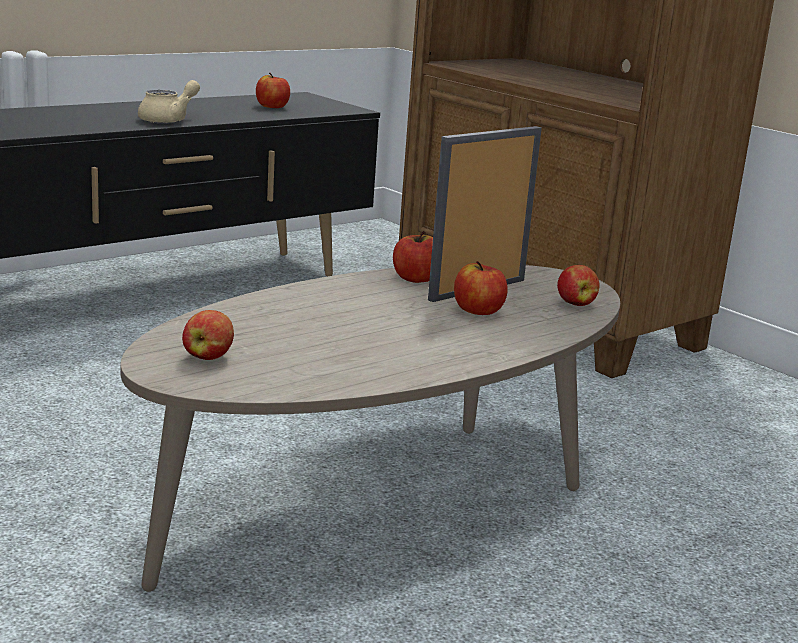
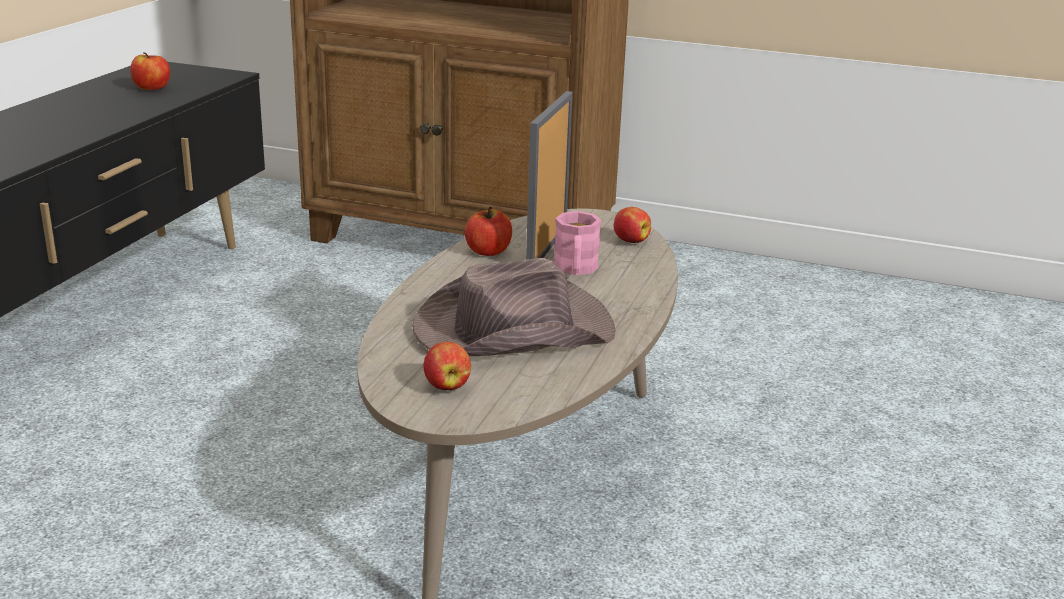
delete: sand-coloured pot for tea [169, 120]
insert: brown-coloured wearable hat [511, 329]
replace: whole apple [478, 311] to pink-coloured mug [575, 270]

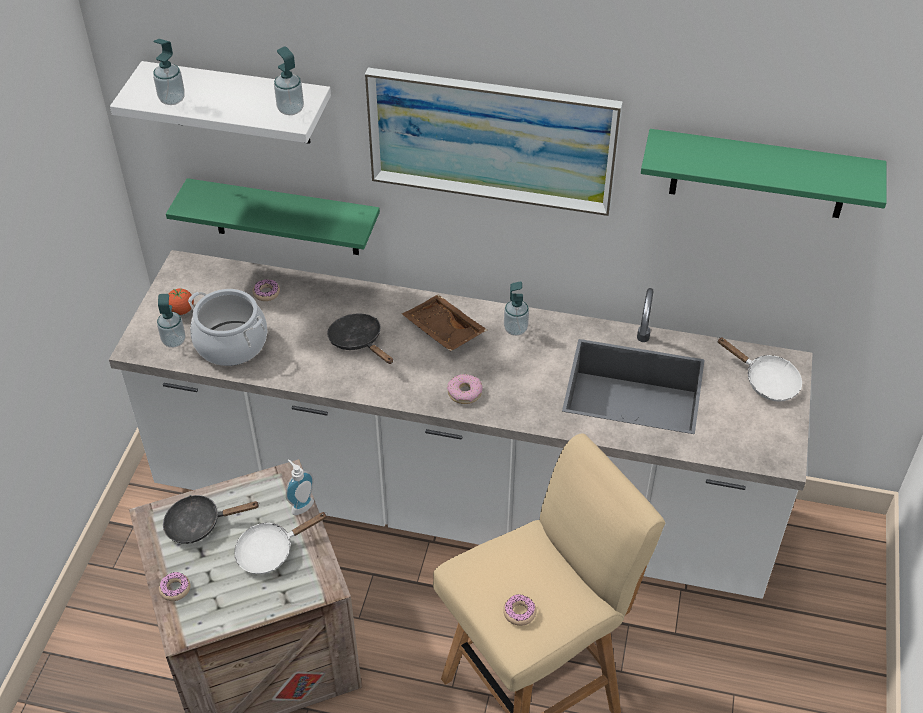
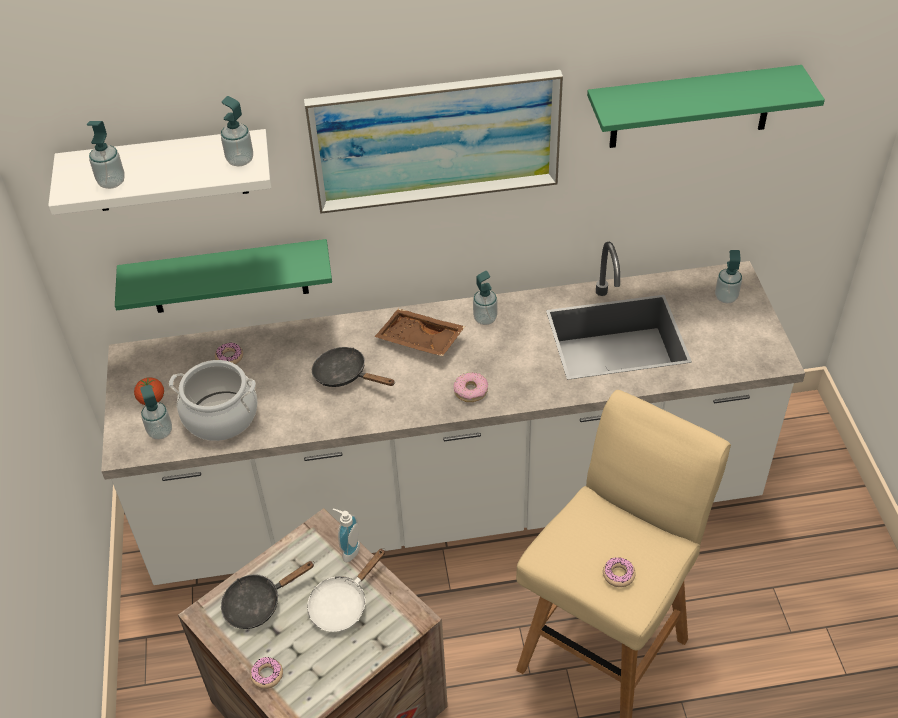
replace: whitish skillet [766, 381] to liquid soap bottle [726, 297]

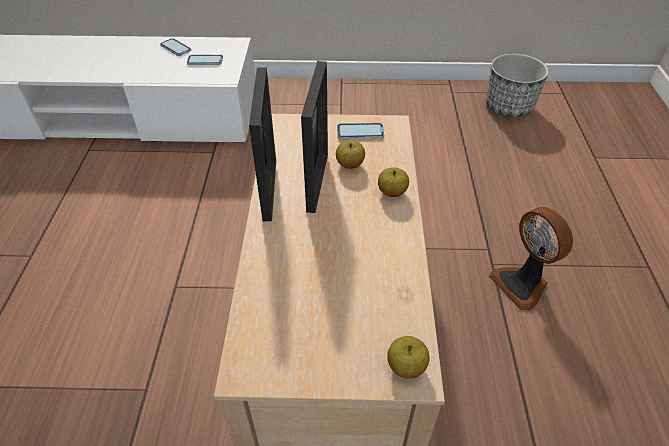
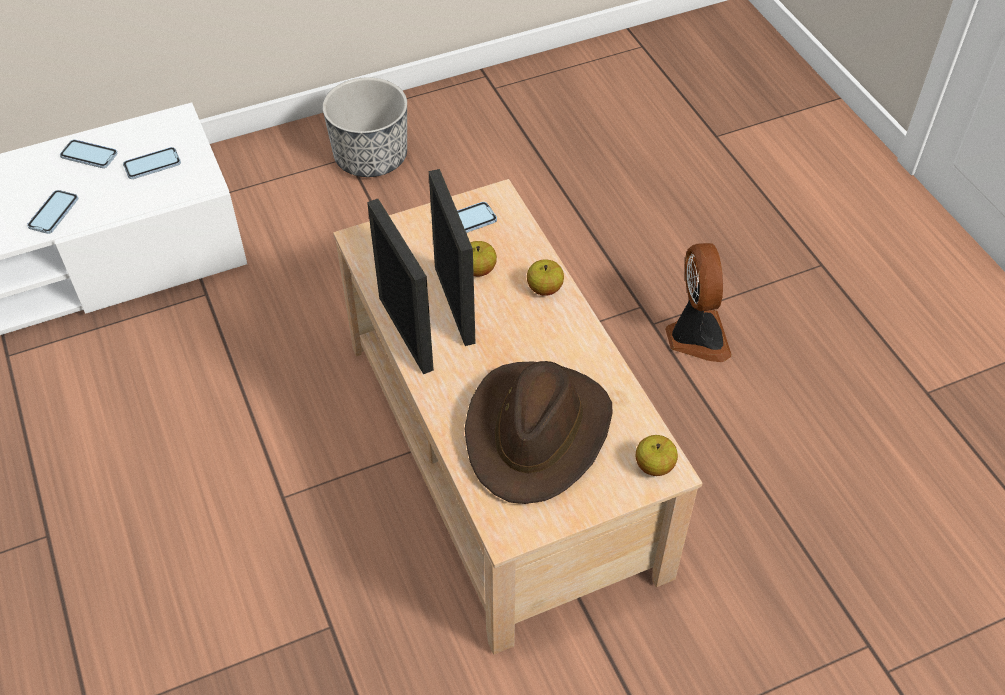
insert: telephone [53, 213]; brown-coloured wearable hat [537, 432]
move: flower pot [508, 107] to [370, 157]
rotate: electric fan [522, 284] = [695, 336] 135 degrees counterclockwise

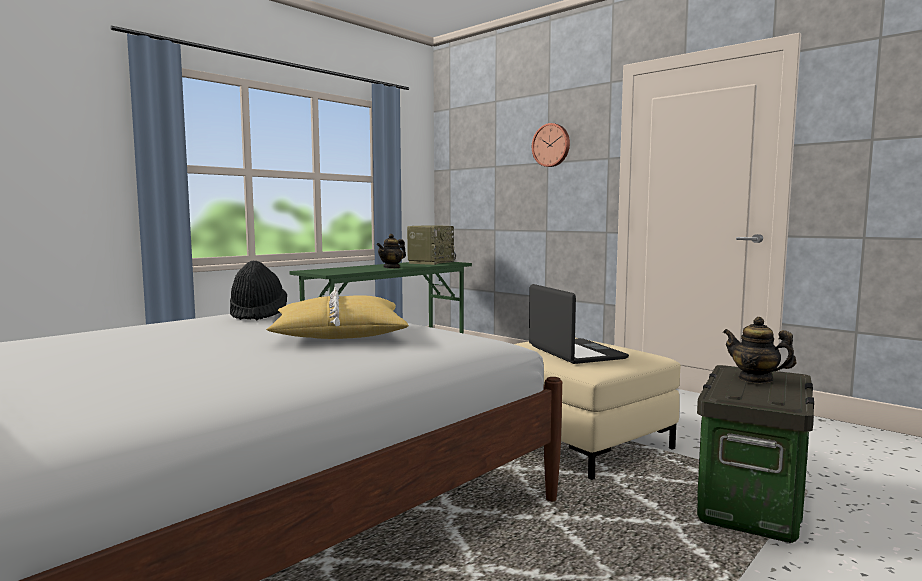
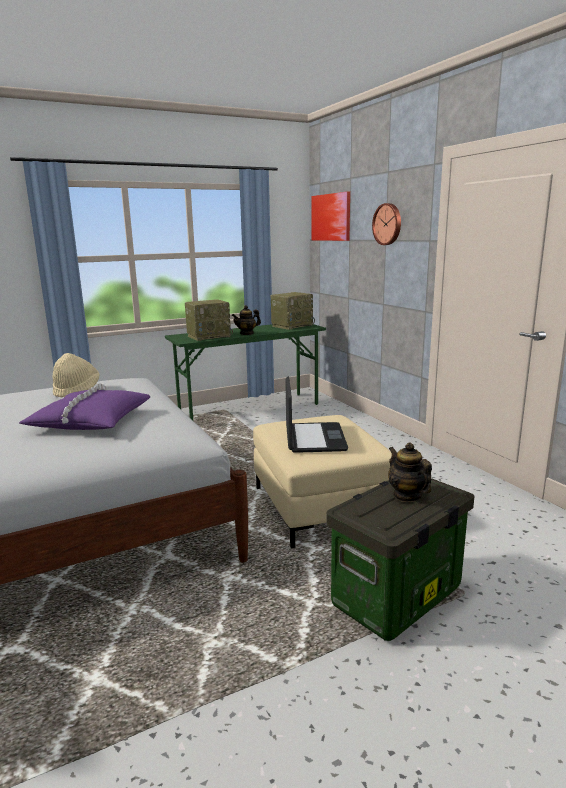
insert: radio [209, 336]; wall picture [331, 217]
recolor: yellow cushion [339, 333] to purple cushion [90, 421]; black wearable hat [258, 315] to sand-coloured wearable hat [77, 391]

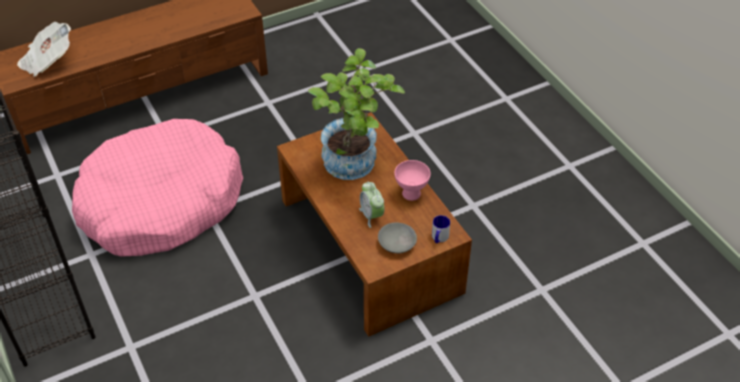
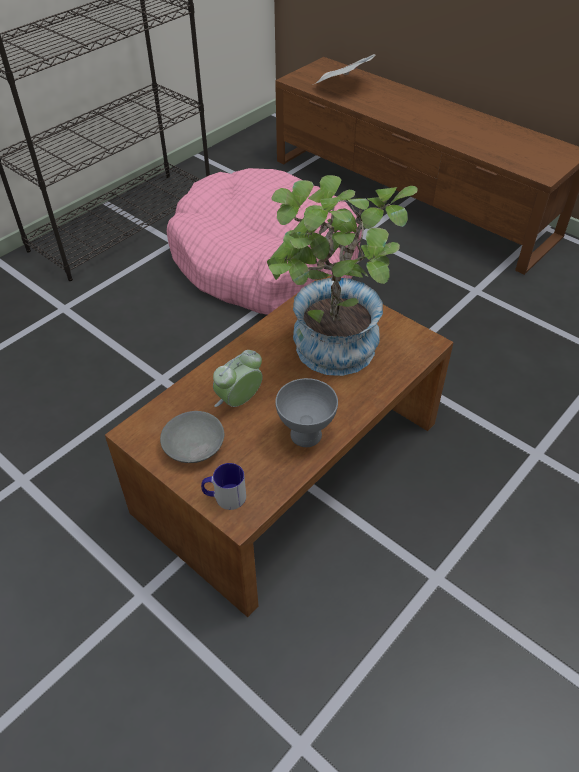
recolor: pink-coloured bowl [412, 194] to gray bowl [306, 436]

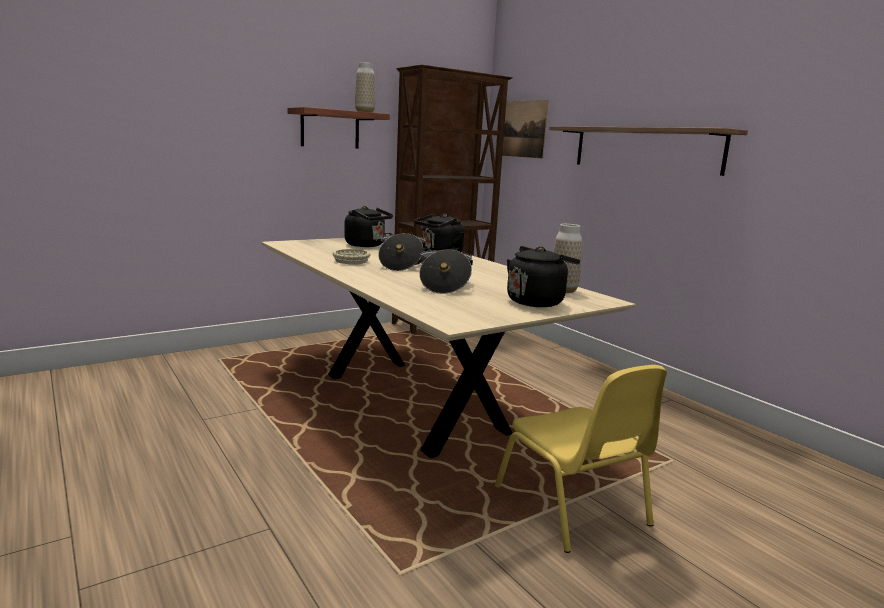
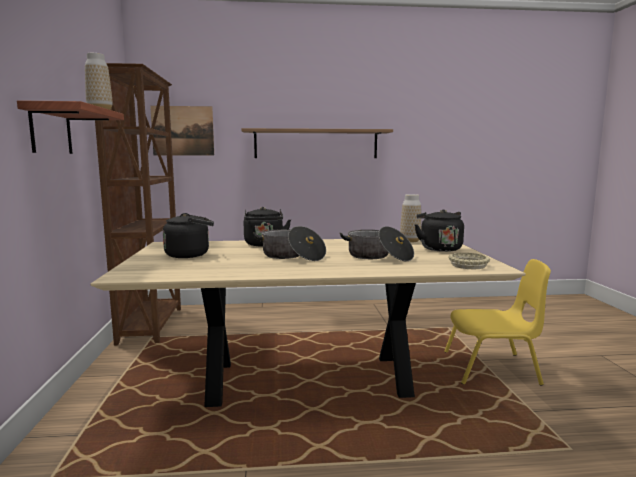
move: sand-coloured bowl [351, 261] to [468, 265]

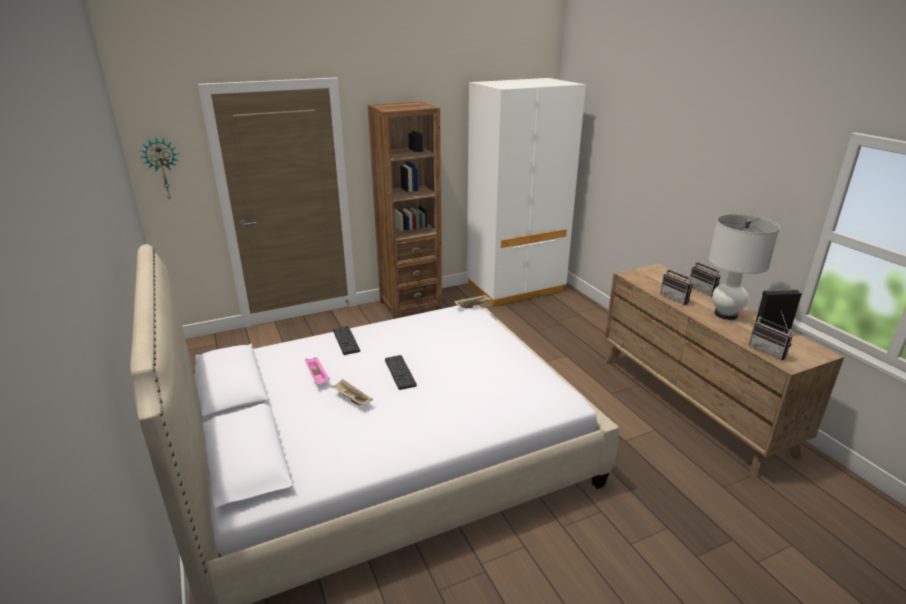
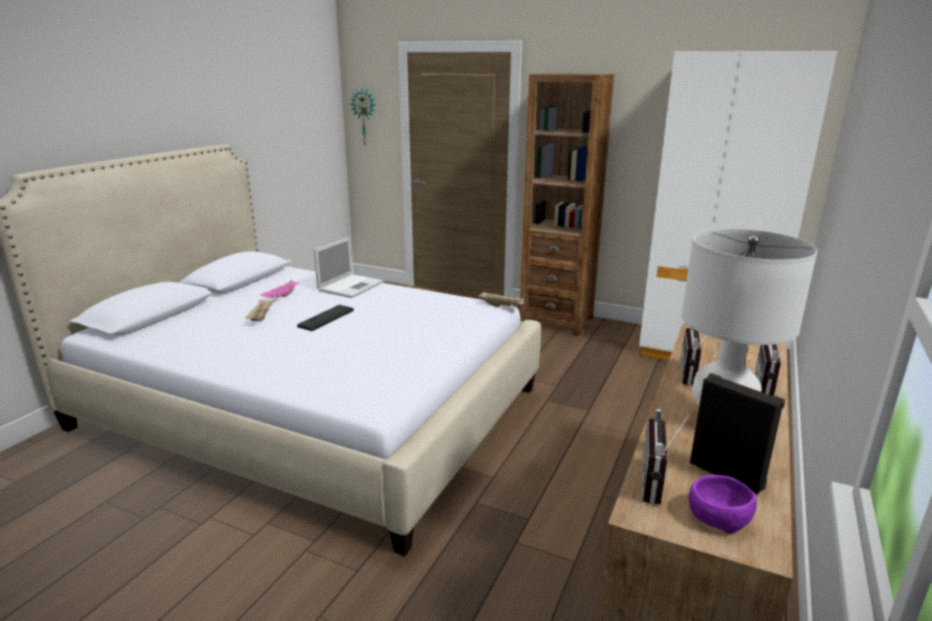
insert: purple bowl [716, 517]
replace: keyboard [346, 340] to notebook computer [351, 286]

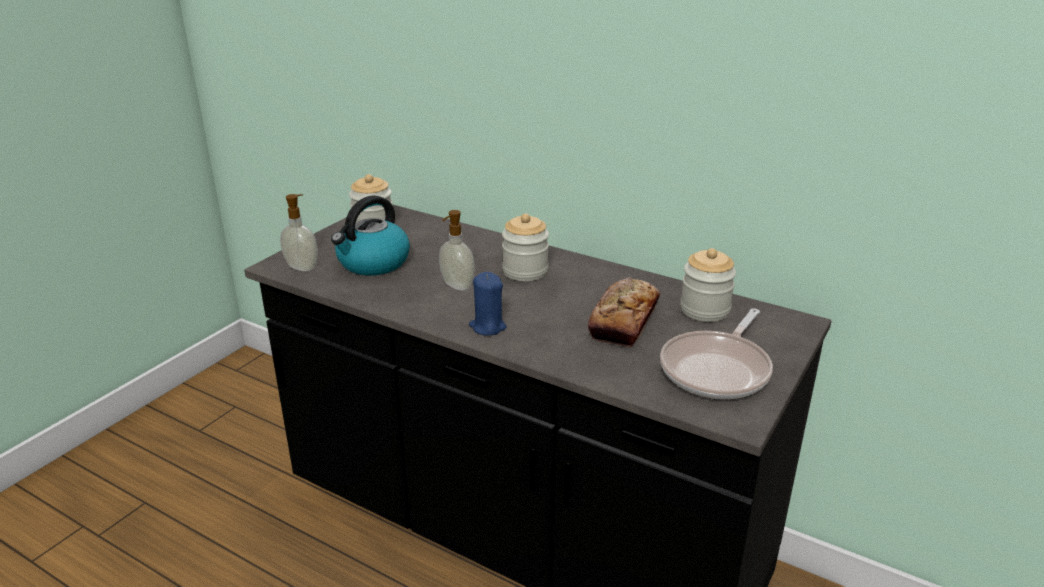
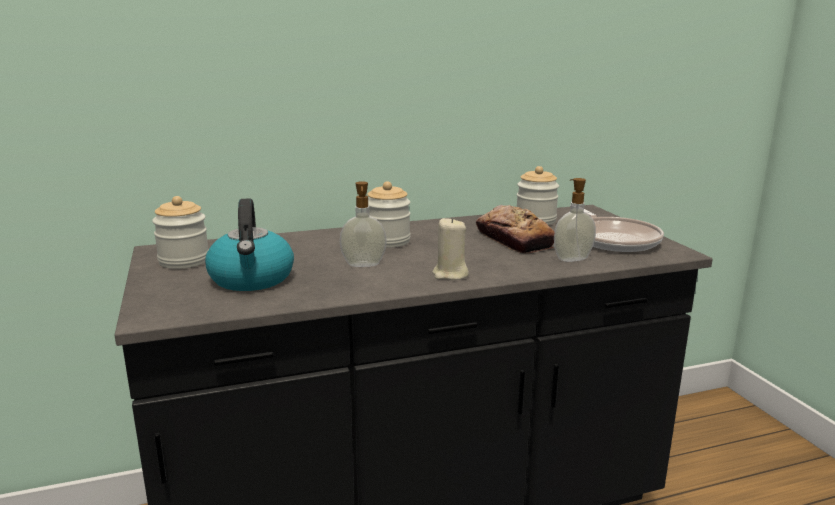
move: liquid soap bottle [302, 267] to [571, 258]
recolor: bluish wax candle [487, 327] to sand-coloured wax candle [450, 274]

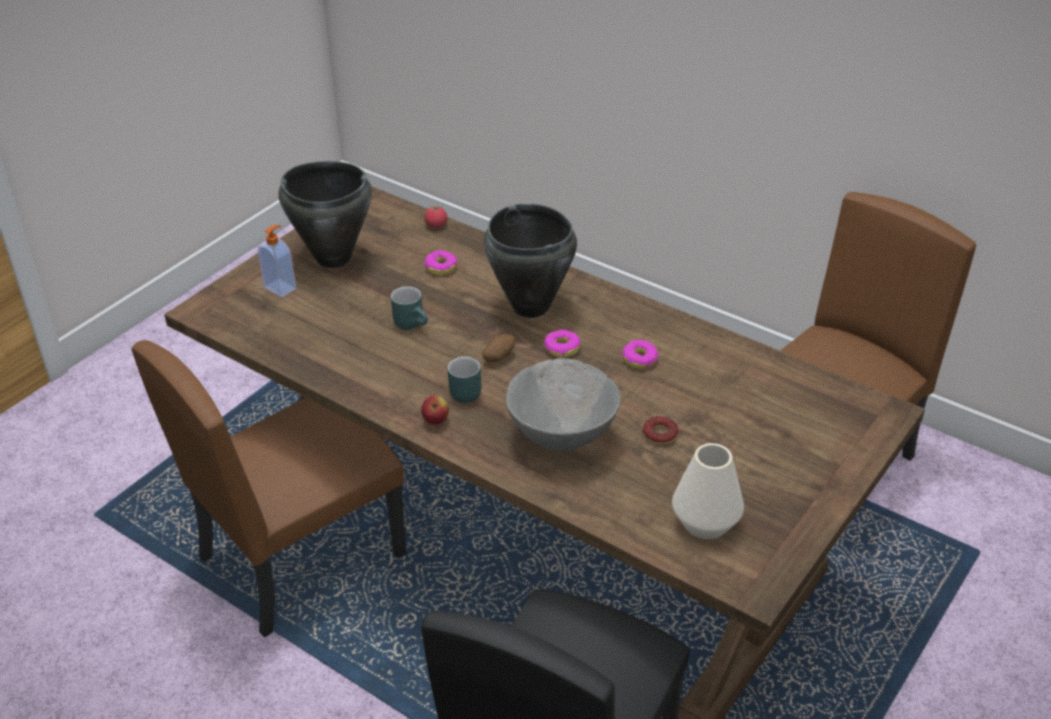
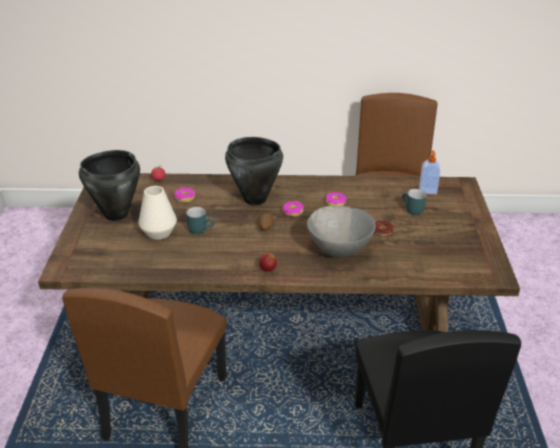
move: whitish flower vase [705, 523] to [159, 233]; blue-green mug [462, 391] to [411, 210]; liquid soap bottle [281, 287] to [427, 190]

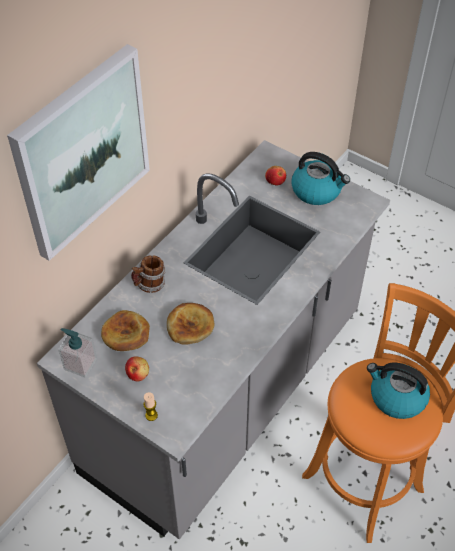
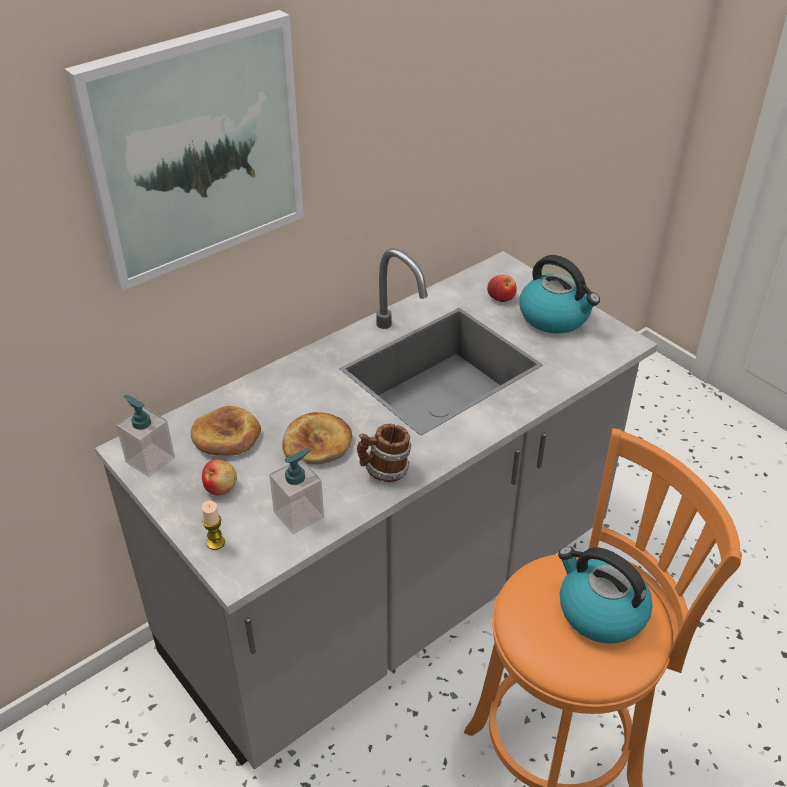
insert: liquid soap bottle [299, 514]
move: mug [149, 285] to [384, 471]

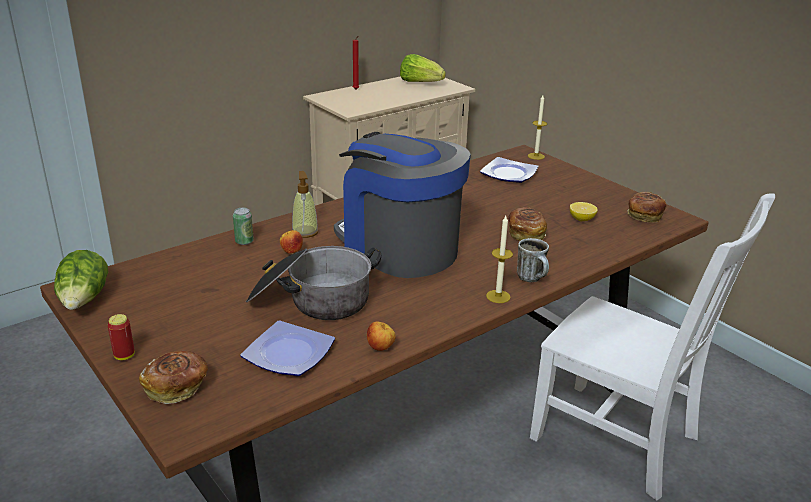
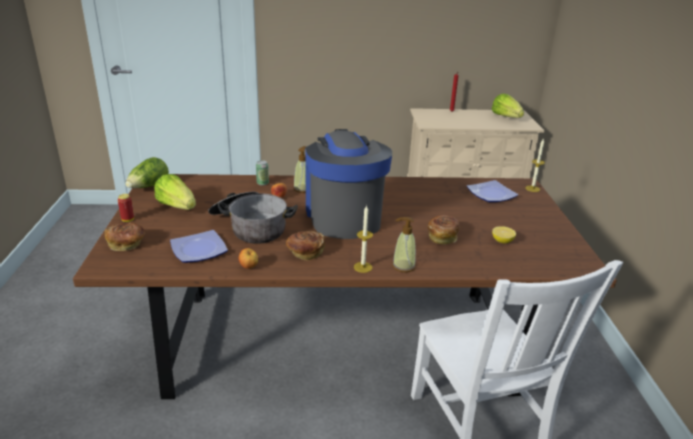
insert: lettuce head [177, 206]
move: bakery bread [644, 216] to [305, 253]
replace: mug [533, 279] to liquid soap bottle [403, 266]

